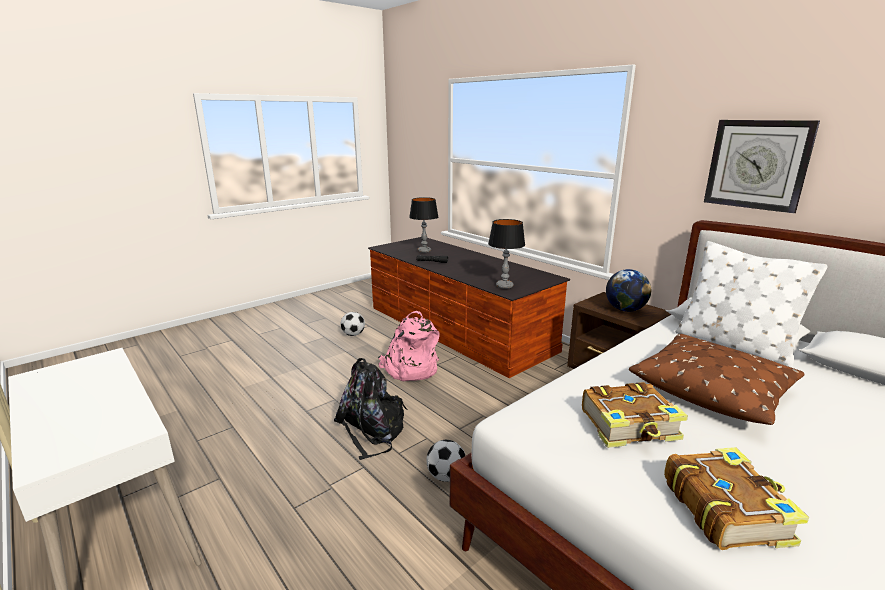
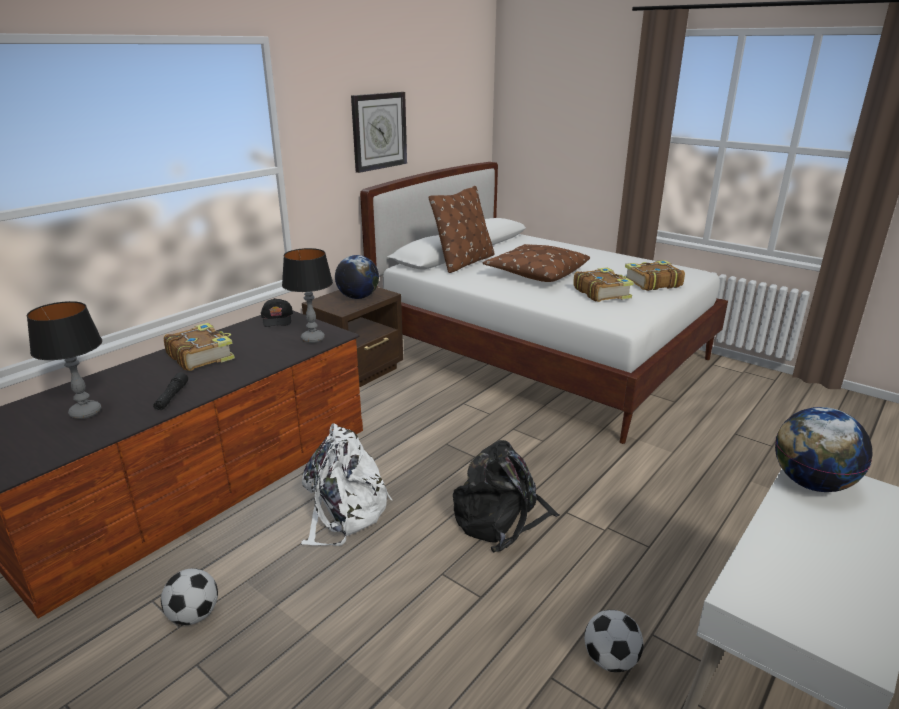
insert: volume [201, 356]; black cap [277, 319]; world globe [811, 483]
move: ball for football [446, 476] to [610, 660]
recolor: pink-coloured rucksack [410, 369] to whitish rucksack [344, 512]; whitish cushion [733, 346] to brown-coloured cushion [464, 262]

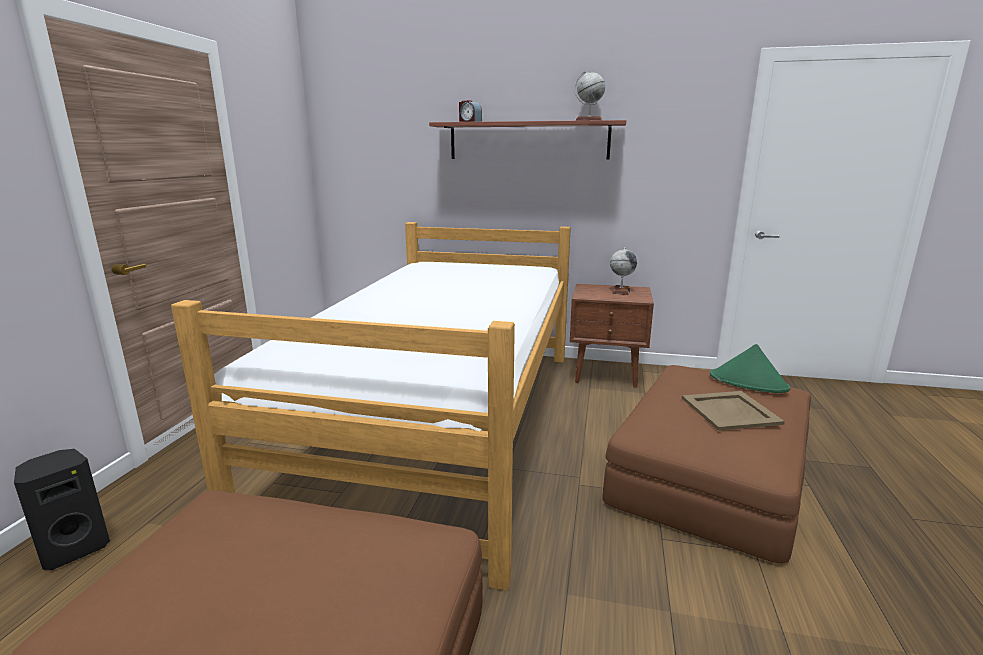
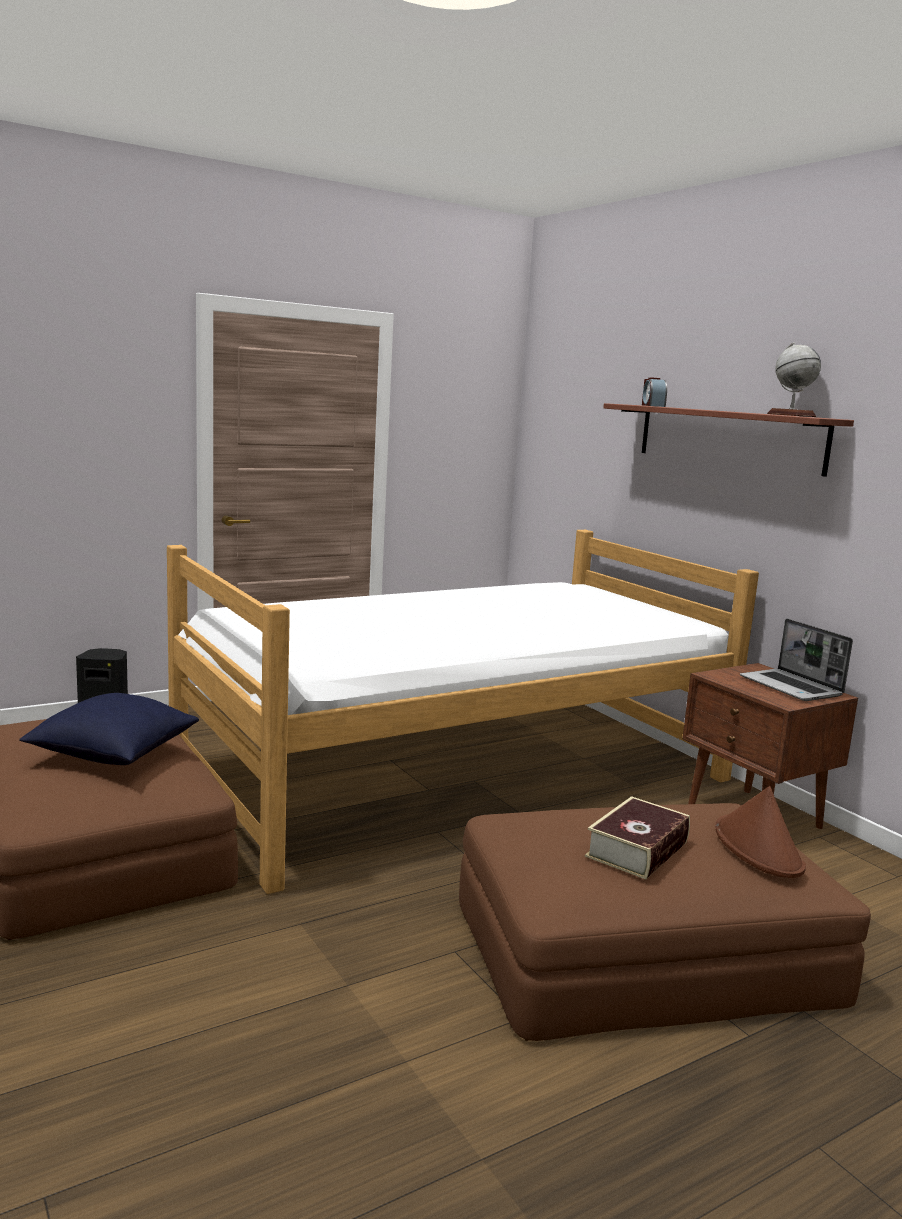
insert: bluish cushion [113, 754]
replace: sand-coloured carrying tray [730, 411] to volume [637, 849]; world globe [621, 291] to notebook computer [792, 687]
recolor: greenish wearable hat [748, 382] to brown-coloured wearable hat [758, 848]

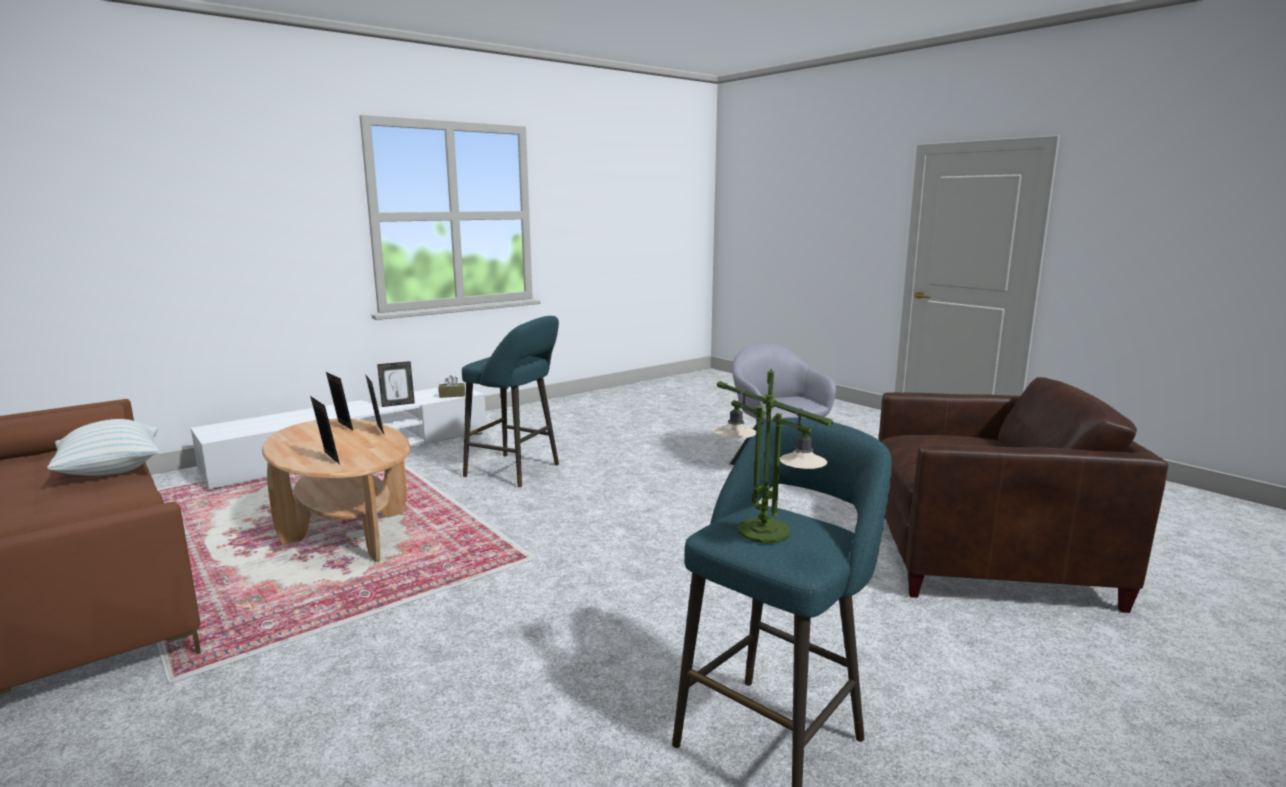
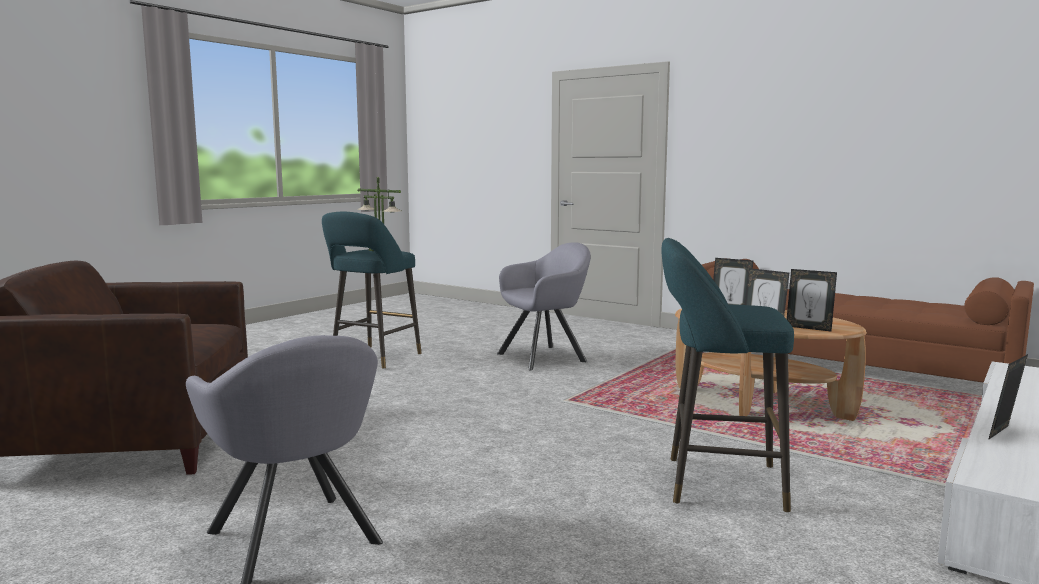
delete: cushion [111, 471]; brown-coloured tissue box [452, 395]
insert: gray armchair [546, 357]

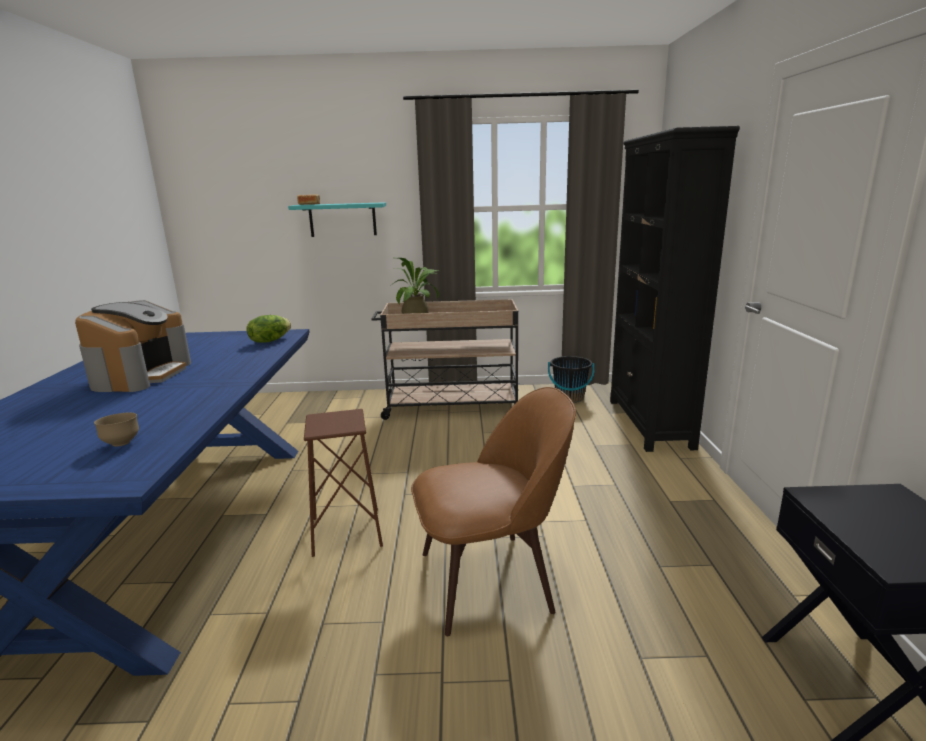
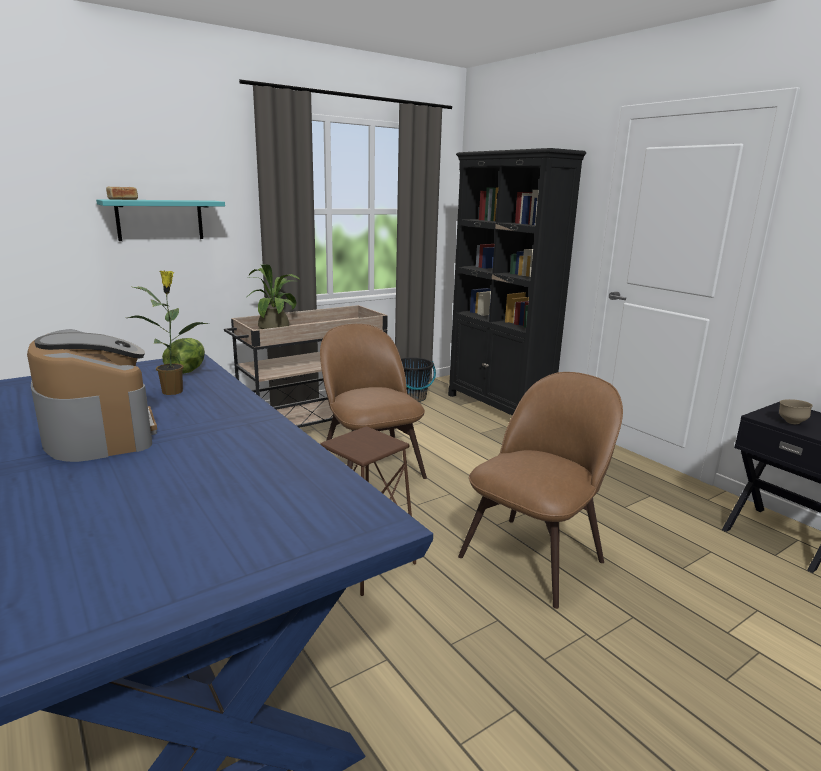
insert: plant in a pot [173, 391]; brown-coloured chair [370, 468]
move: brown-coloured bowl [122, 443] to [791, 422]

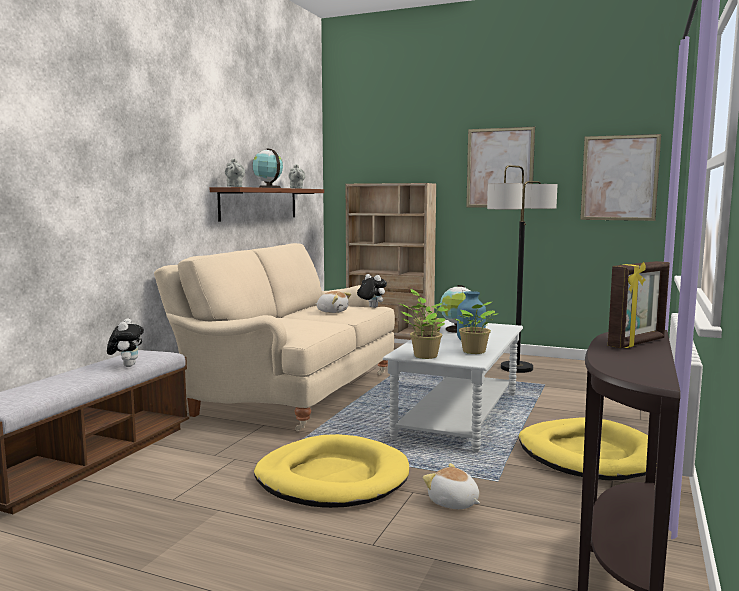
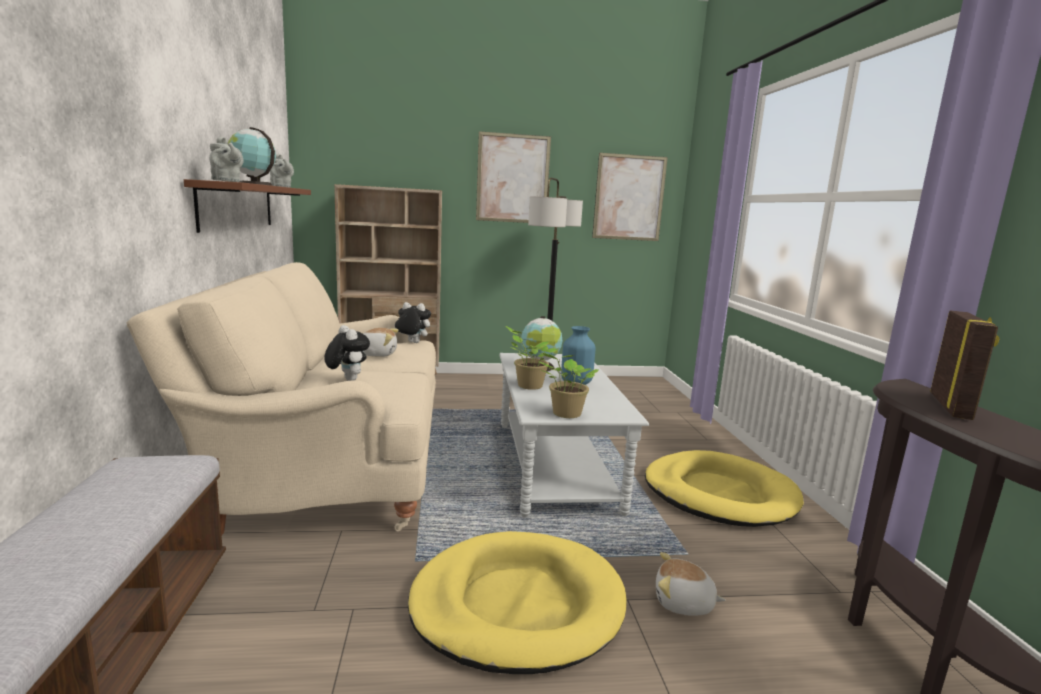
delete: plant in a pot [474, 352]
move: cuddly toy [127, 365] to [347, 380]

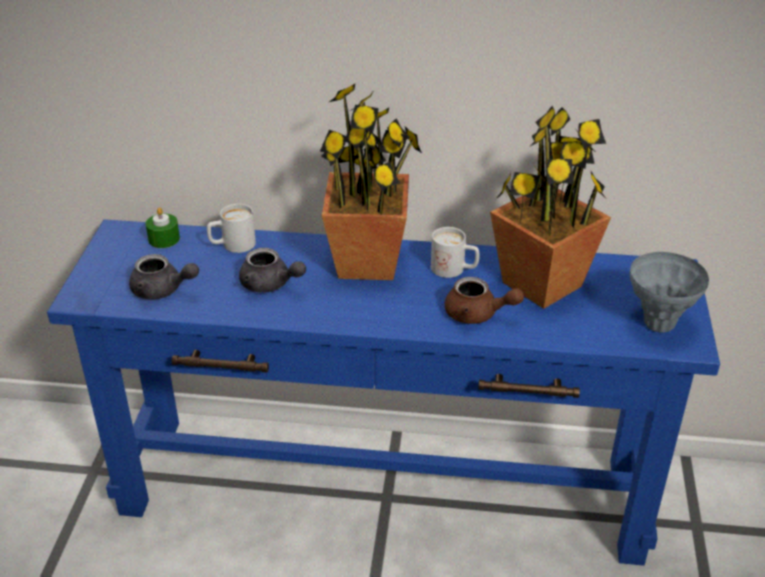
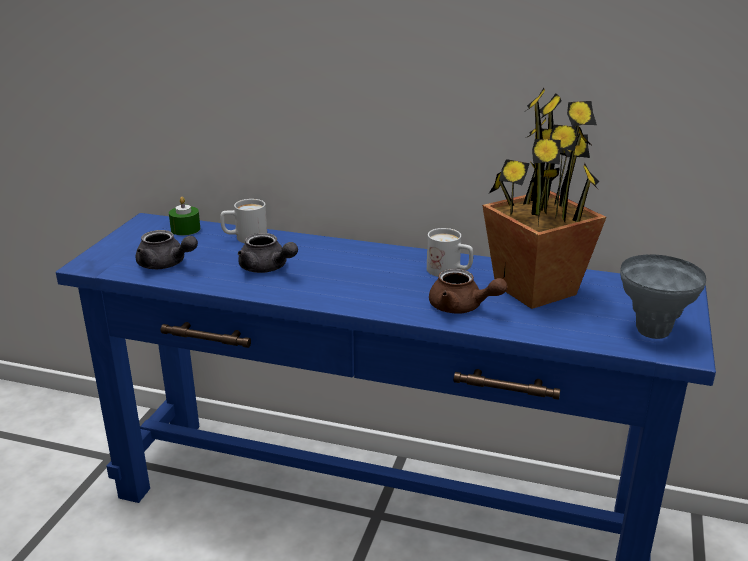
delete: plant in a pot [367, 262]

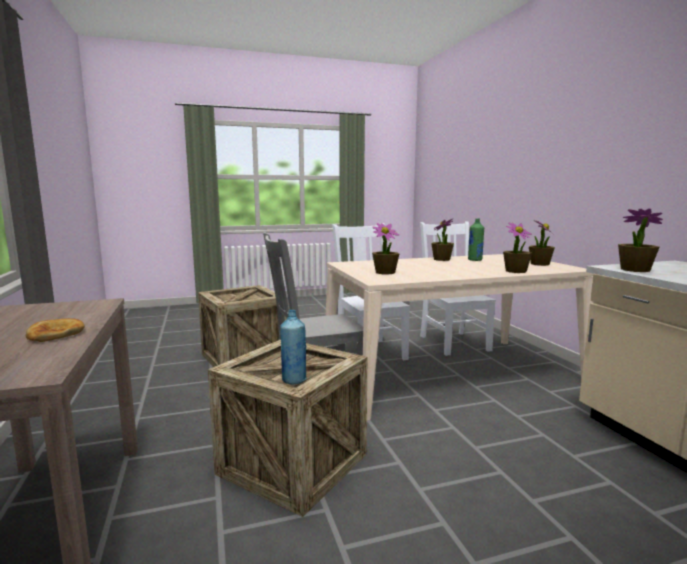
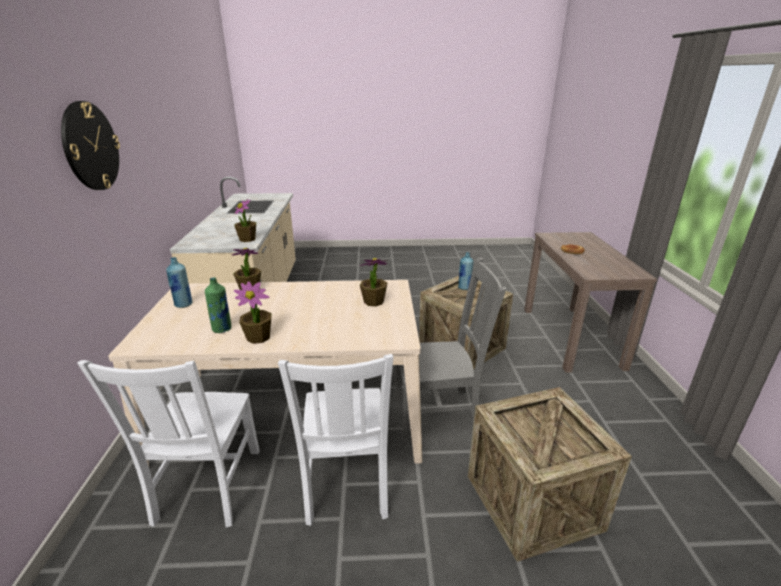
insert: wall clock [90, 146]
replace: plant in a pot [540, 264] to bluish drink bottle [183, 304]

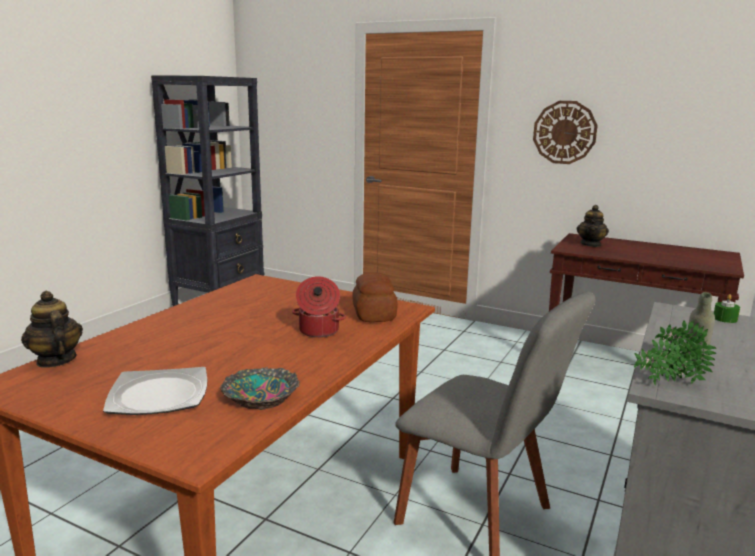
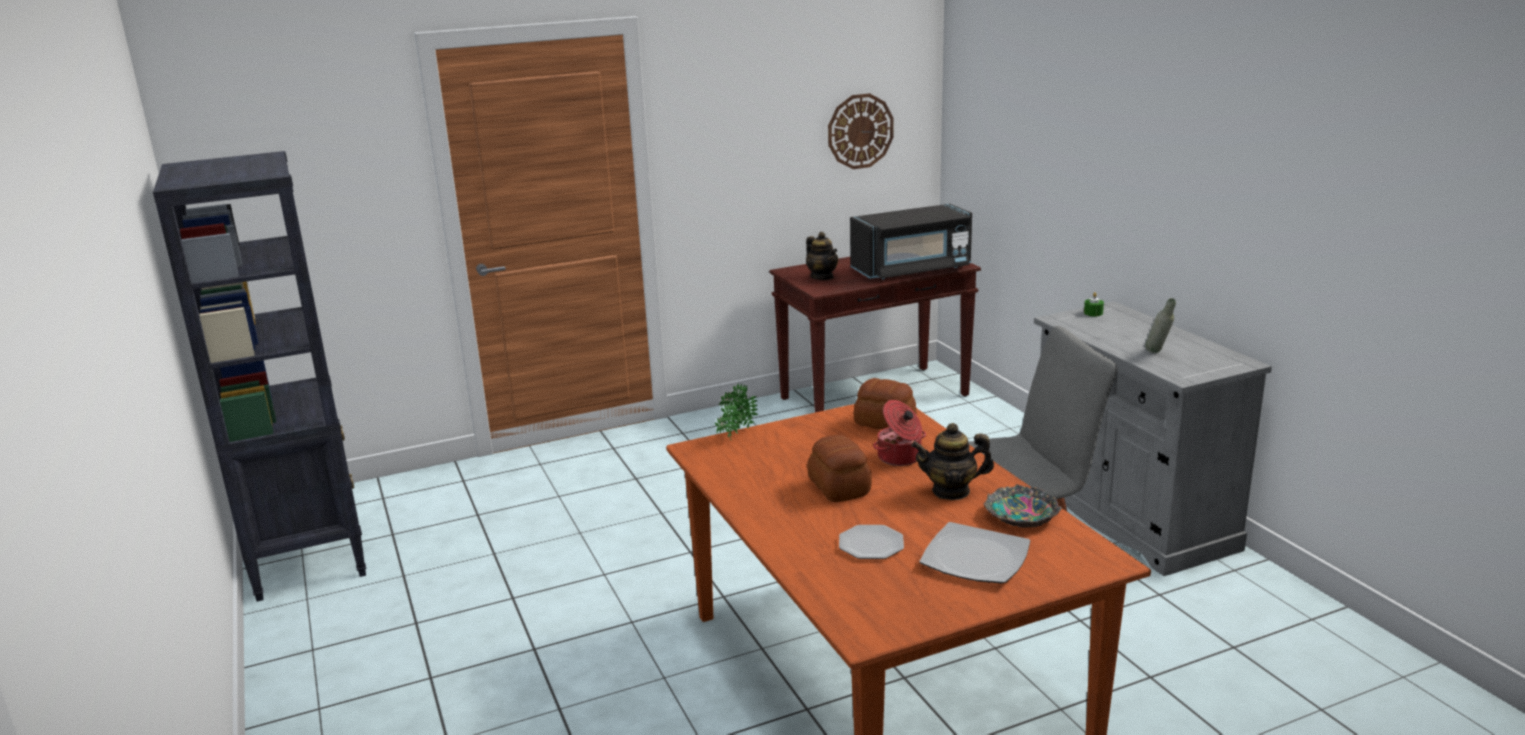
insert: bakery bread [838, 488]; plate [870, 545]; black microwave [912, 270]
move: plant in a pot [668, 383] to [734, 435]; wall clock [564, 132] to [860, 131]; pot for tea [56, 360] to [951, 491]

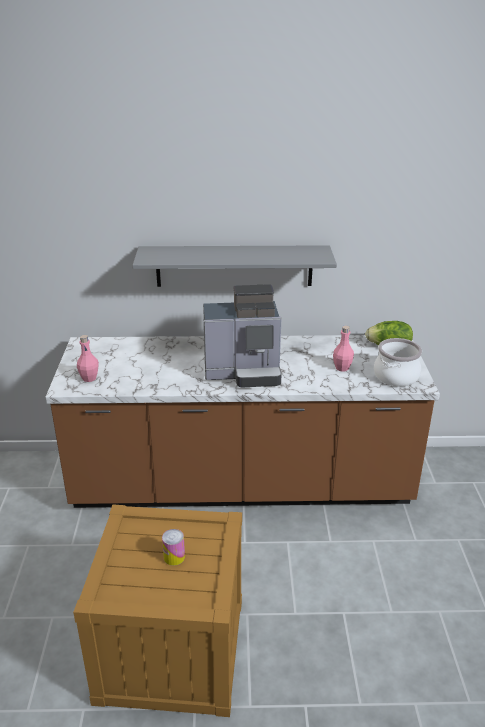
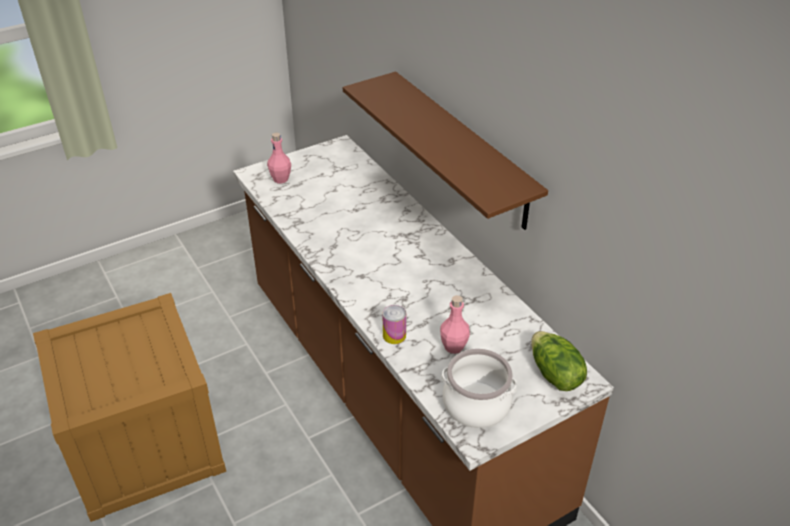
delete: coffee brewer [244, 372]
move: can [174, 557] to [394, 335]
recolor: gray wall shelf [234, 266] to brown-coloured wall shelf [462, 149]

